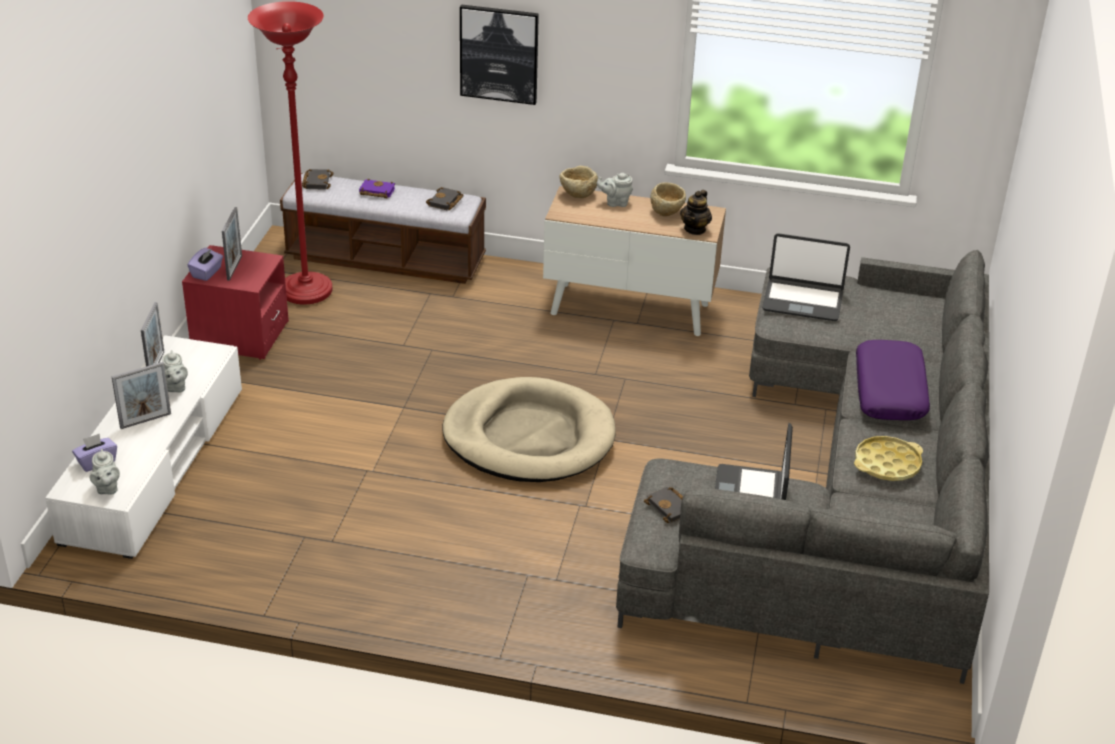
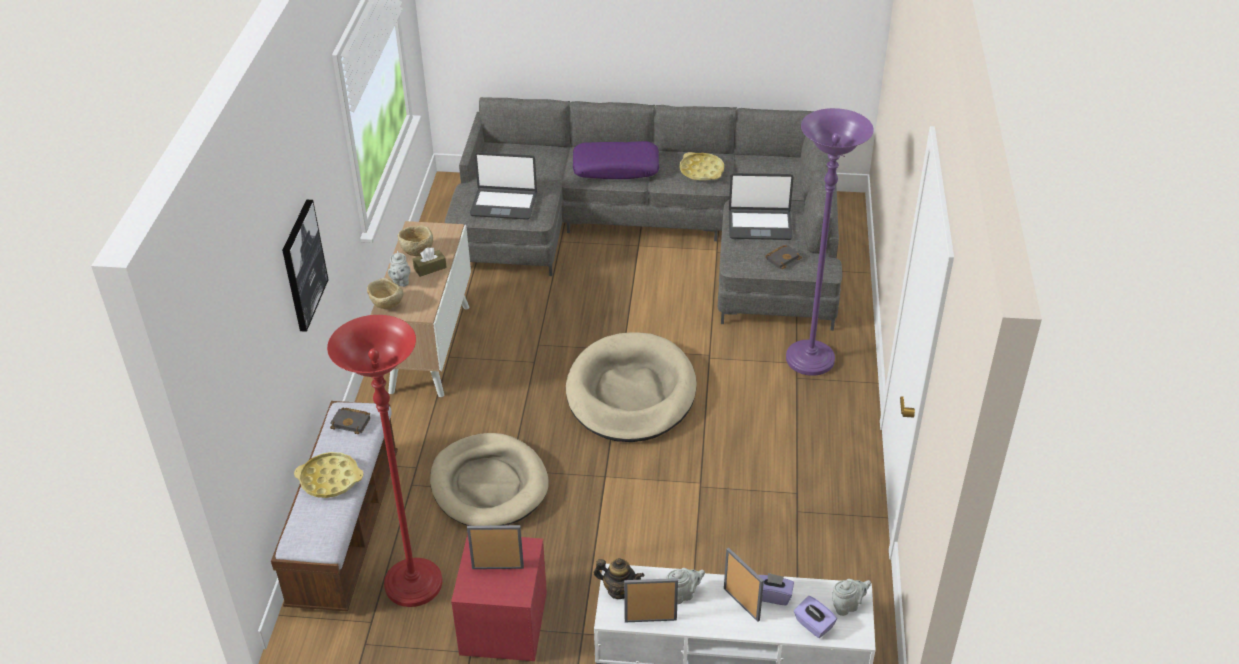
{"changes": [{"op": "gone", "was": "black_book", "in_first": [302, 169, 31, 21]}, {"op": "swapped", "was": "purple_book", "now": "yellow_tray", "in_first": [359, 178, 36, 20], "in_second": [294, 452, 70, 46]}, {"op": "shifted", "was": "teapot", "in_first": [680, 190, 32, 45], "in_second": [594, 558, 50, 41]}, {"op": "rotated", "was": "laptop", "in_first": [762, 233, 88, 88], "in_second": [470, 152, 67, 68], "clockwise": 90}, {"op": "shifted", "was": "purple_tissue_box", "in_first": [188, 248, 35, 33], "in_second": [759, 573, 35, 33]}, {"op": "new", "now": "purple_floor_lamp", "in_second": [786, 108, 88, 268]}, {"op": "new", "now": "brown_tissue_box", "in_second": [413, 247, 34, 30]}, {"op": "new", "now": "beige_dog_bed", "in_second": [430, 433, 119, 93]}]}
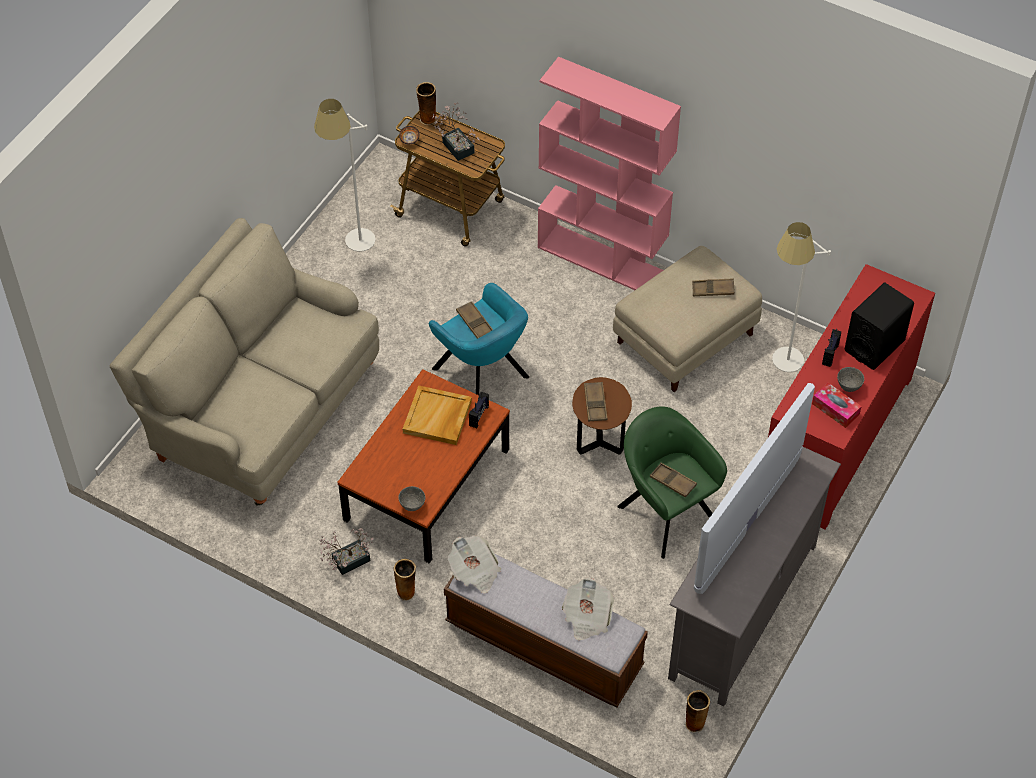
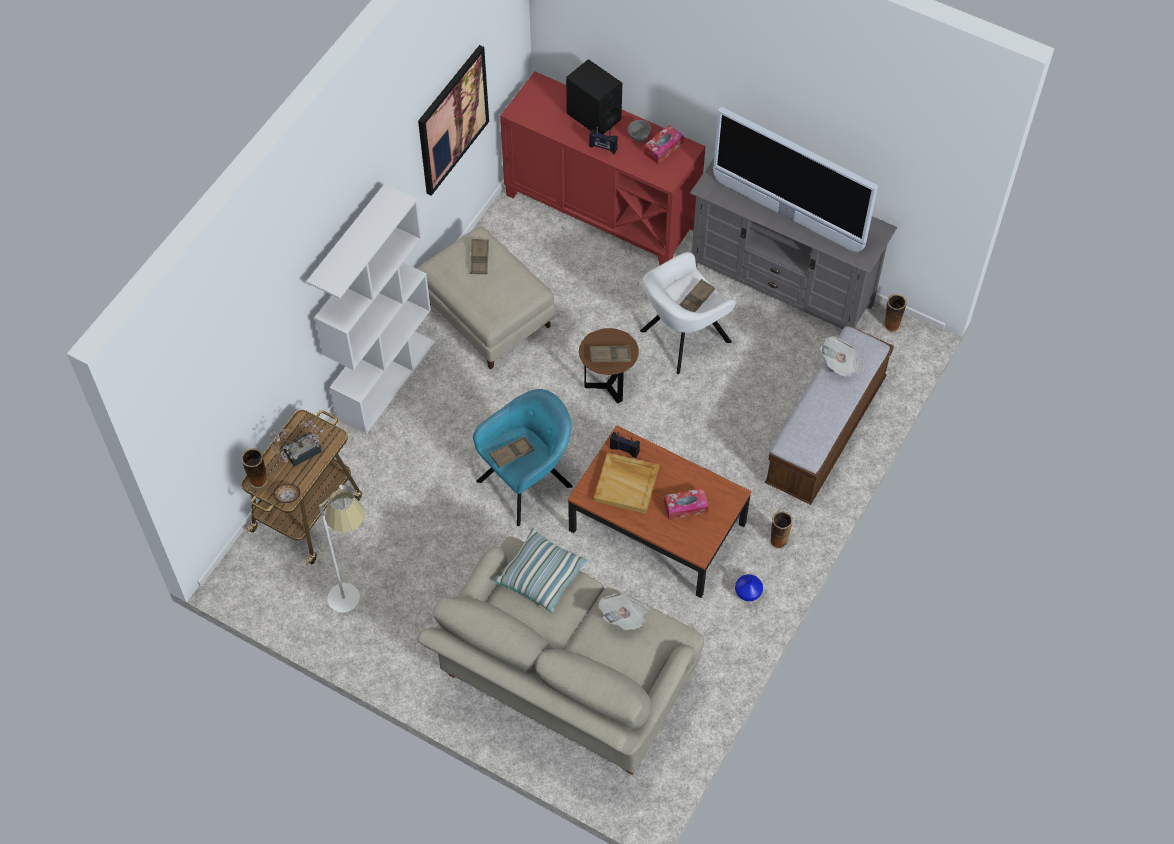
{"changes": [{"op": "repainted", "was": "pink_bookcase", "now": "white_bookcase", "in_first": [538, 57, 143, 233], "in_second": [306, 184, 129, 251]}, {"op": "gone", "was": "white_floor_lamp", "in_first": [772, 222, 59, 150]}, {"op": "repainted", "was": "green_armchair", "now": "white_armchair", "in_first": [617, 406, 110, 153], "in_second": [640, 252, 96, 122]}, {"op": "gone", "was": "grey_bowl", "in_first": [398, 486, 27, 25]}, {"op": "swapped", "was": "potted_plant", "now": "blue_vase", "in_first": [320, 528, 54, 47], "in_second": [735, 574, 28, 27]}, {"op": "shifted", "was": "newspaper", "in_first": [448, 536, 53, 57], "in_second": [598, 593, 51, 37]}, {"op": "new", "now": "picture", "in_second": [418, 45, 71, 151]}, {"op": "new", "now": "tissue_box", "in_second": [664, 488, 44, 32]}, {"op": "new", "now": "pillow", "in_second": [493, 528, 96, 85]}]}
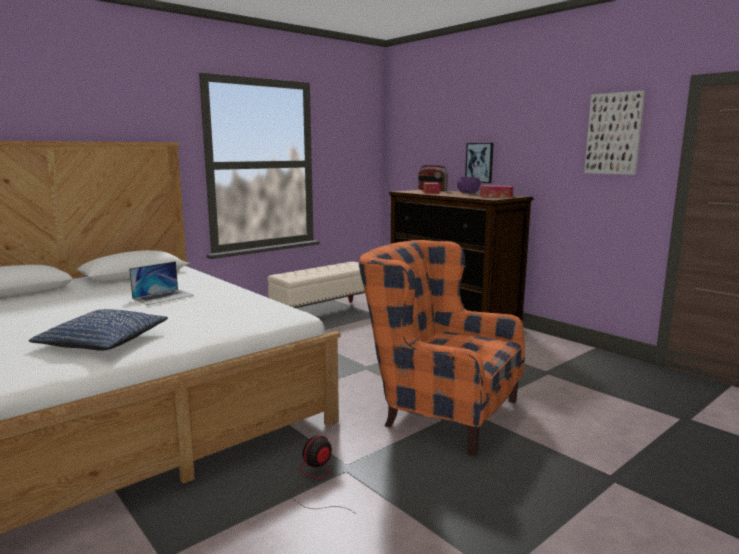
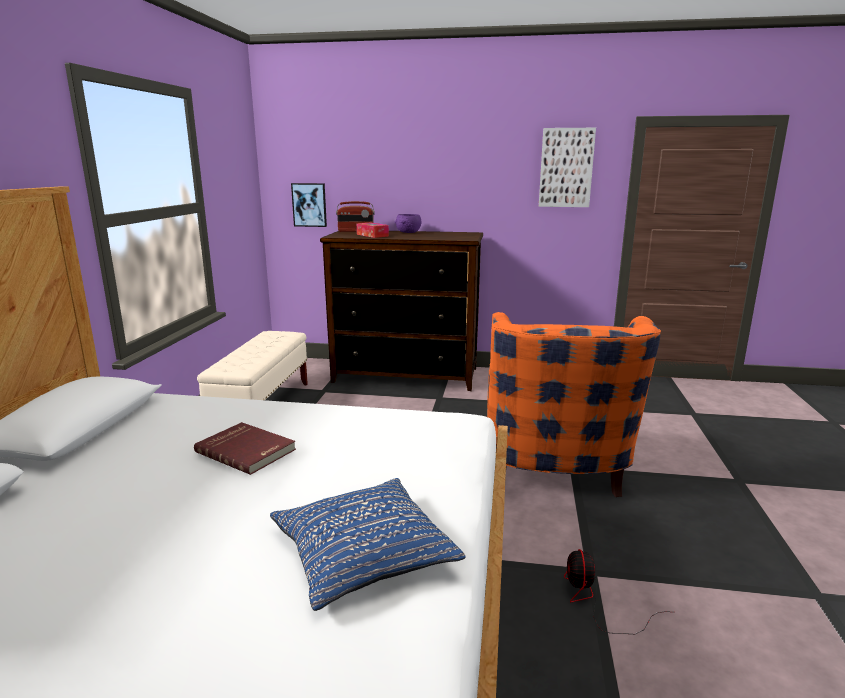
{"changes": [{"op": "shifted", "was": "picture", "in_first": [465, 143, 28, 40], "in_second": [291, 183, 36, 44]}, {"op": "gone", "was": "tissue_box", "in_first": [480, 185, 33, 12]}, {"op": "rotated", "was": "orange_armchair", "in_first": [359, 240, 166, 216], "in_second": [487, 312, 174, 185], "clockwise": -75}, {"op": "swapped", "was": "laptop", "now": "red_book", "in_first": [129, 261, 65, 44], "in_second": [194, 422, 102, 53]}]}
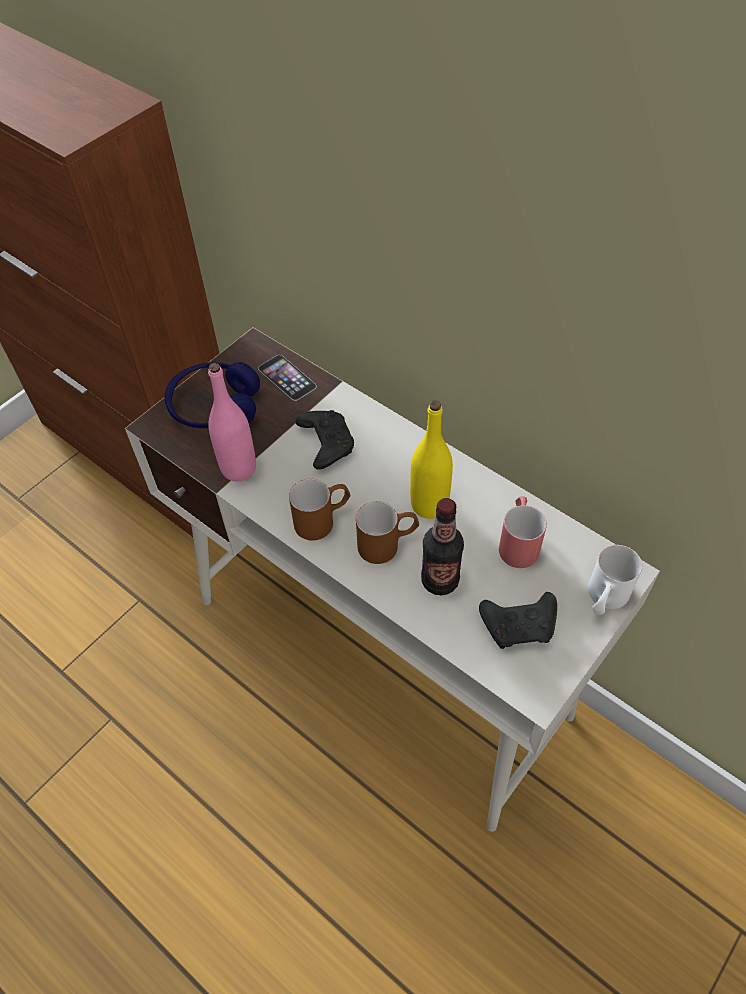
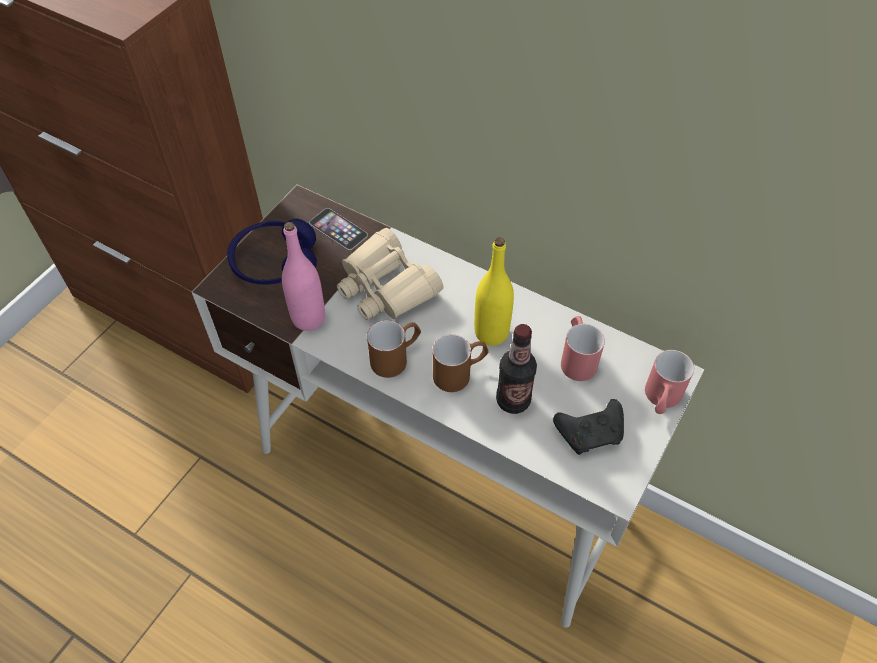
{"changes": [{"op": "swapped", "was": "black_game_controller", "now": "beige_binoculars", "in_first": [295, 410, 59, 60], "in_second": [337, 228, 106, 92]}, {"op": "repainted", "was": "white_mug", "now": "red_mug", "in_first": [588, 545, 55, 70], "in_second": [645, 350, 49, 64]}]}
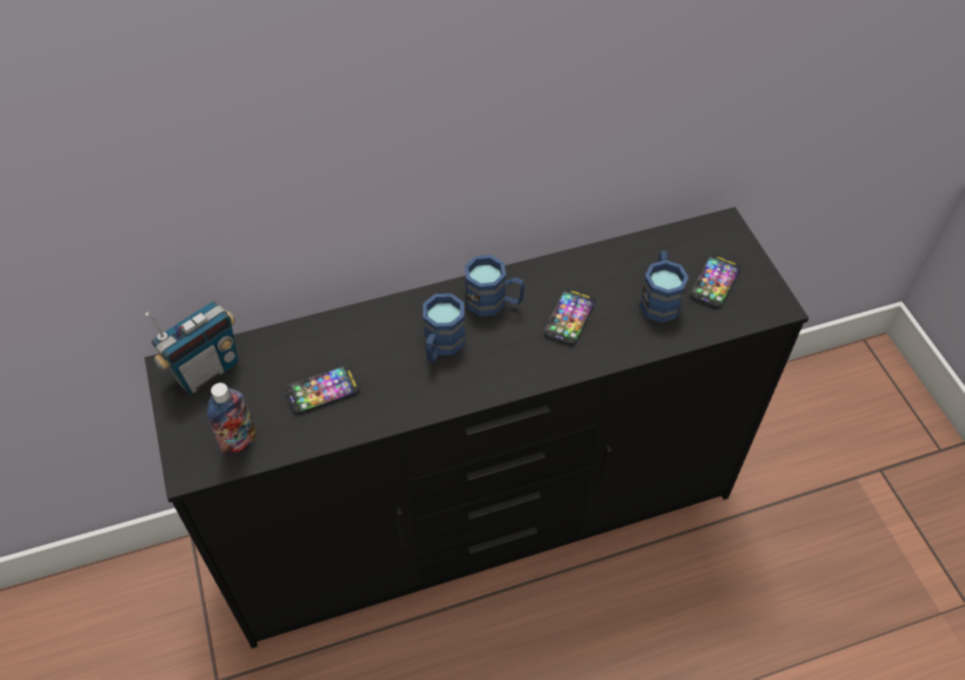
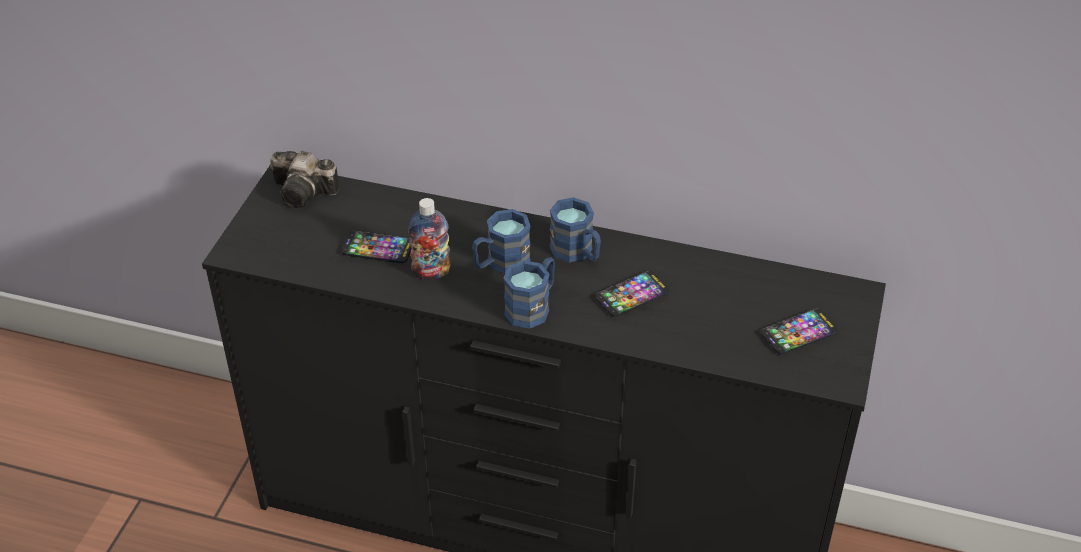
{"changes": [{"op": "shifted", "was": "blue_mug", "in_first": [639, 251, 50, 72], "in_second": [503, 257, 52, 72]}, {"op": "swapped", "was": "radio", "now": "photo_camera", "in_first": [145, 301, 93, 93], "in_second": [270, 151, 70, 57]}, {"op": "shifted", "was": "bottle", "in_first": [207, 383, 49, 73], "in_second": [408, 198, 43, 82]}]}
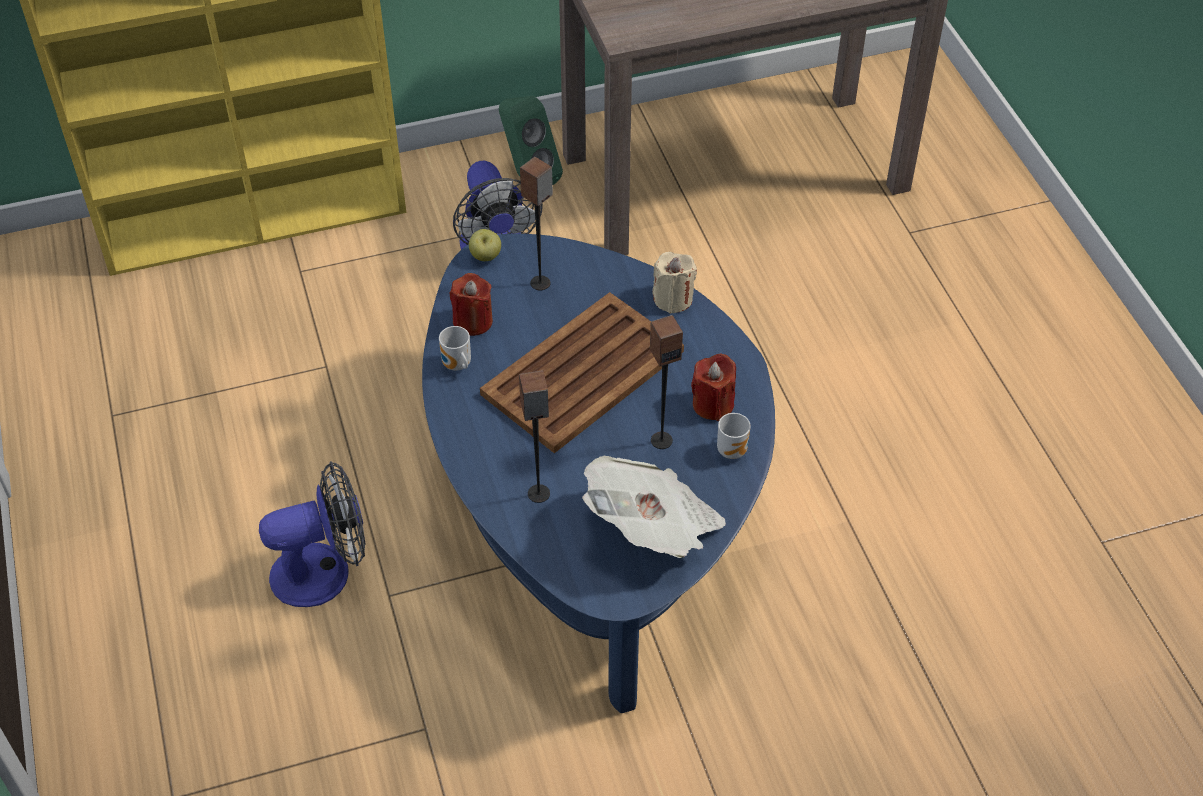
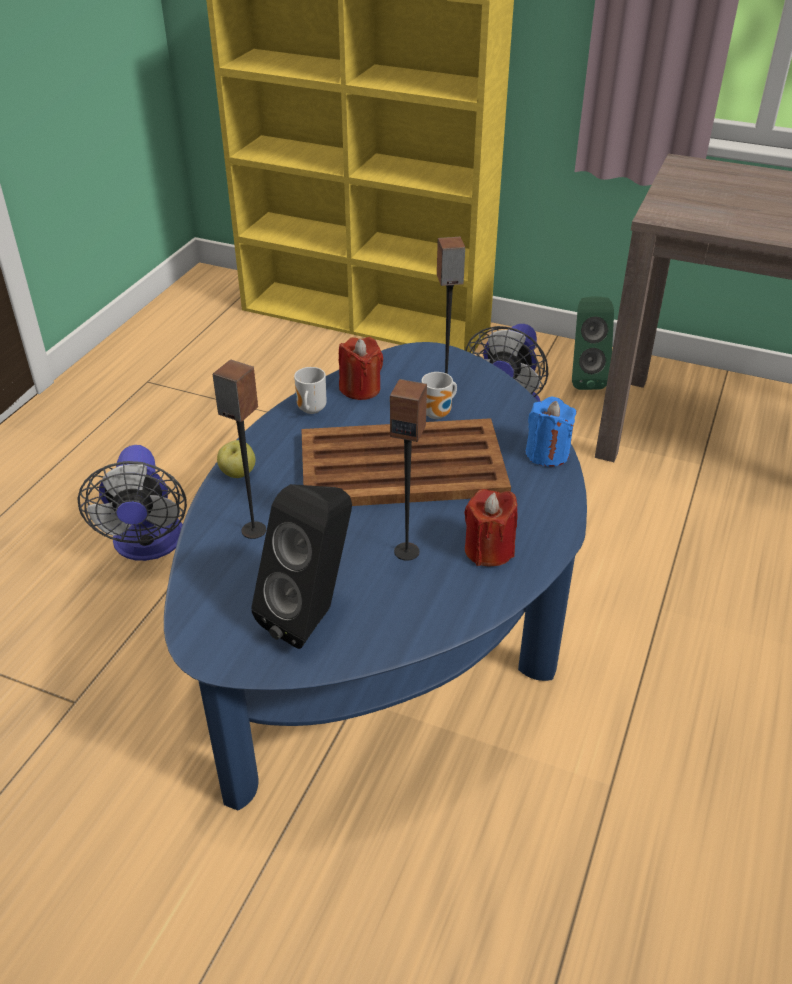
{"changes": [{"op": "shifted", "was": "apple", "in_first": [469, 229, 32, 32], "in_second": [217, 440, 38, 38]}, {"op": "repainted", "was": "beige_candle", "now": "blue_candle", "in_first": [652, 252, 45, 62], "in_second": [525, 397, 52, 70]}, {"op": "shifted", "was": "mug", "in_first": [717, 413, 34, 46], "in_second": [422, 372, 35, 47]}, {"op": "swapped", "was": "newspaper", "now": "black_speaker", "in_first": [582, 456, 144, 102], "in_second": [251, 484, 101, 165]}, {"op": "rotated", "was": "fan", "in_first": [259, 461, 107, 146], "in_second": [77, 445, 110, 116], "clockwise": 60}]}
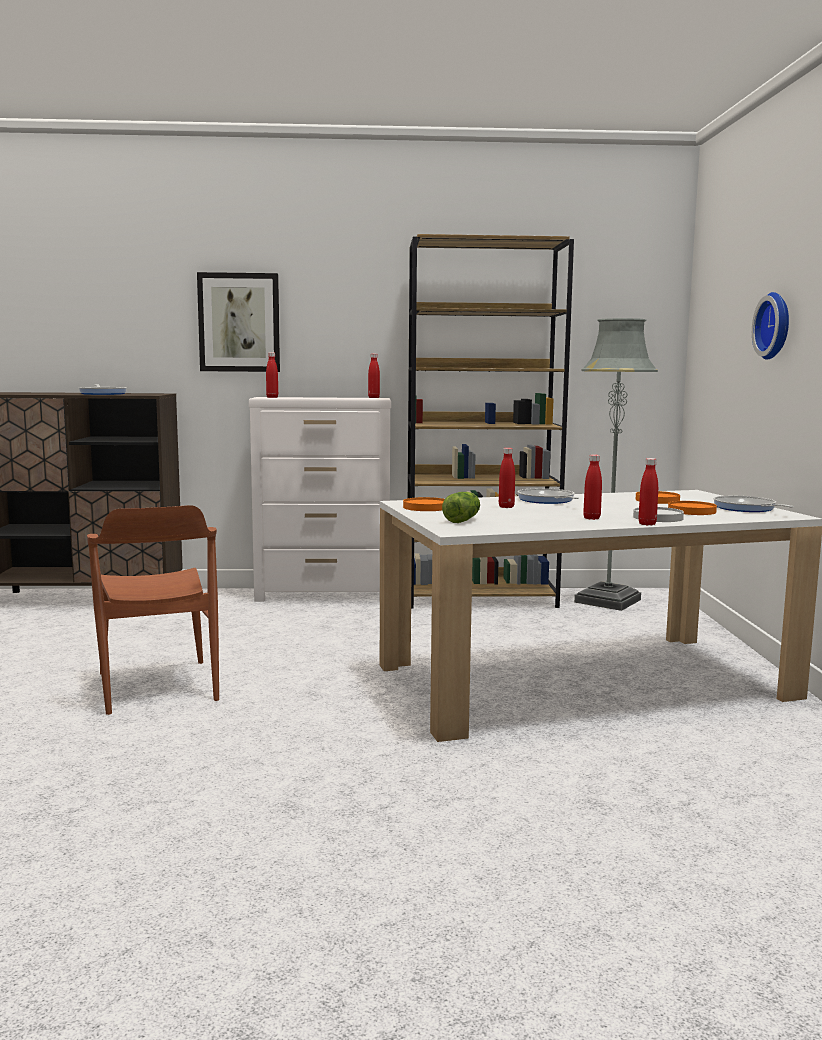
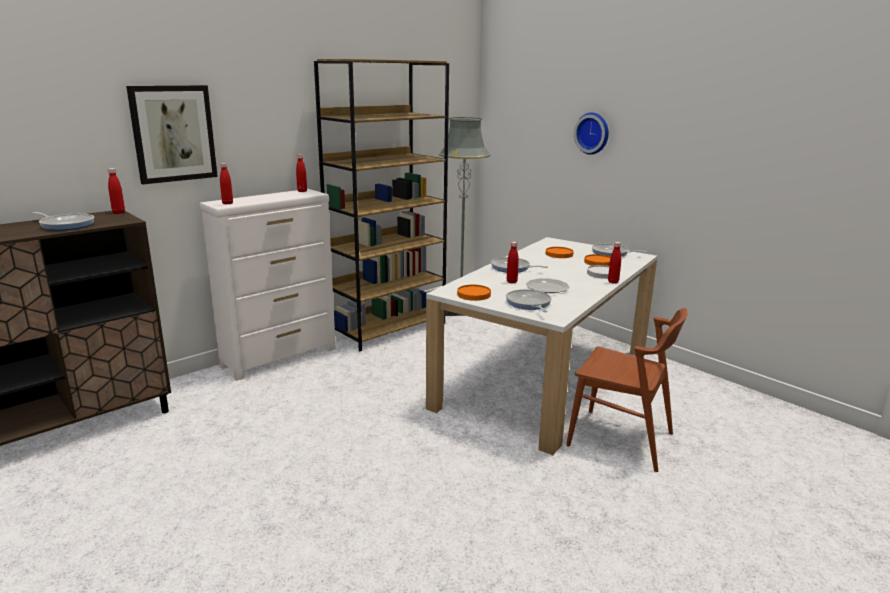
{"changes": [{"op": "shifted", "was": "red_bottle", "in_first": [583, 455, 19, 65], "in_second": [108, 168, 17, 46]}, {"op": "swapped", "was": "lettuce", "now": "frying_pan", "in_first": [442, 492, 38, 31], "in_second": [506, 289, 46, 23]}, {"op": "shifted", "was": "brown_chair", "in_first": [87, 505, 132, 210], "in_second": [566, 308, 122, 164]}, {"op": "new", "now": "plate", "in_second": [526, 278, 44, 15]}]}
